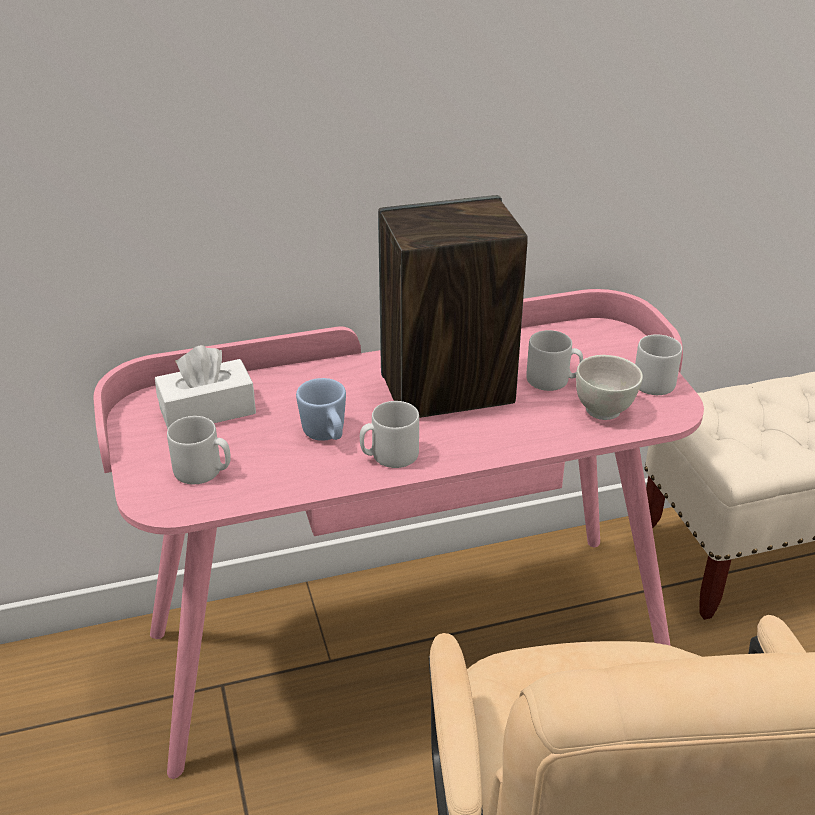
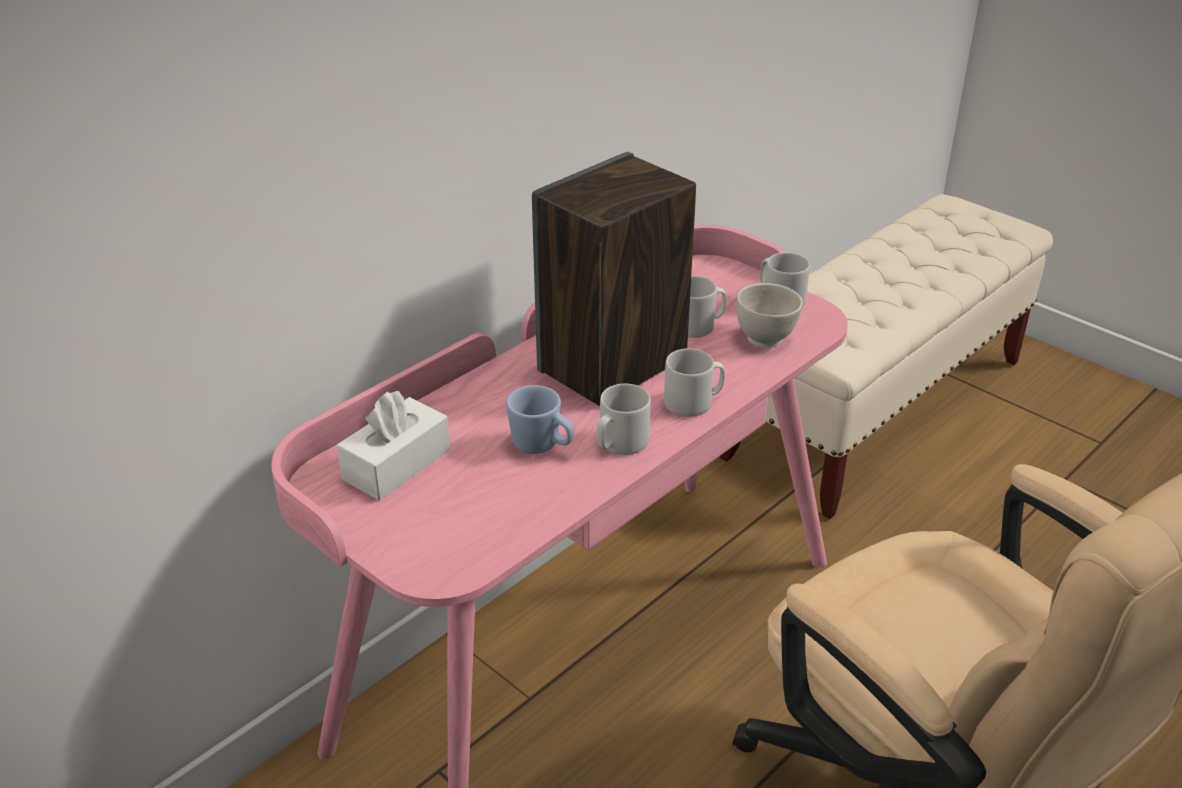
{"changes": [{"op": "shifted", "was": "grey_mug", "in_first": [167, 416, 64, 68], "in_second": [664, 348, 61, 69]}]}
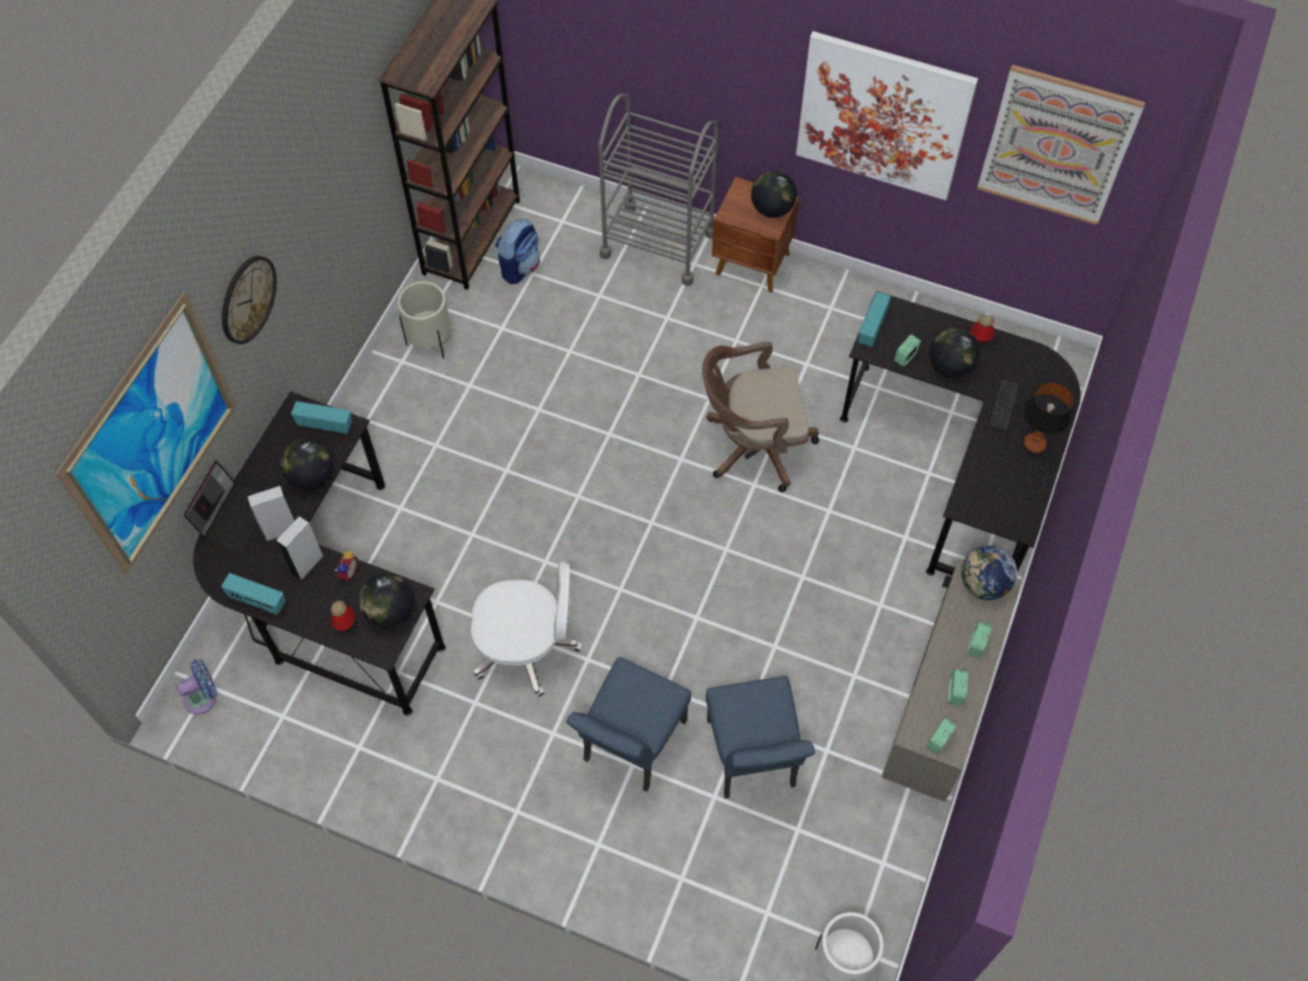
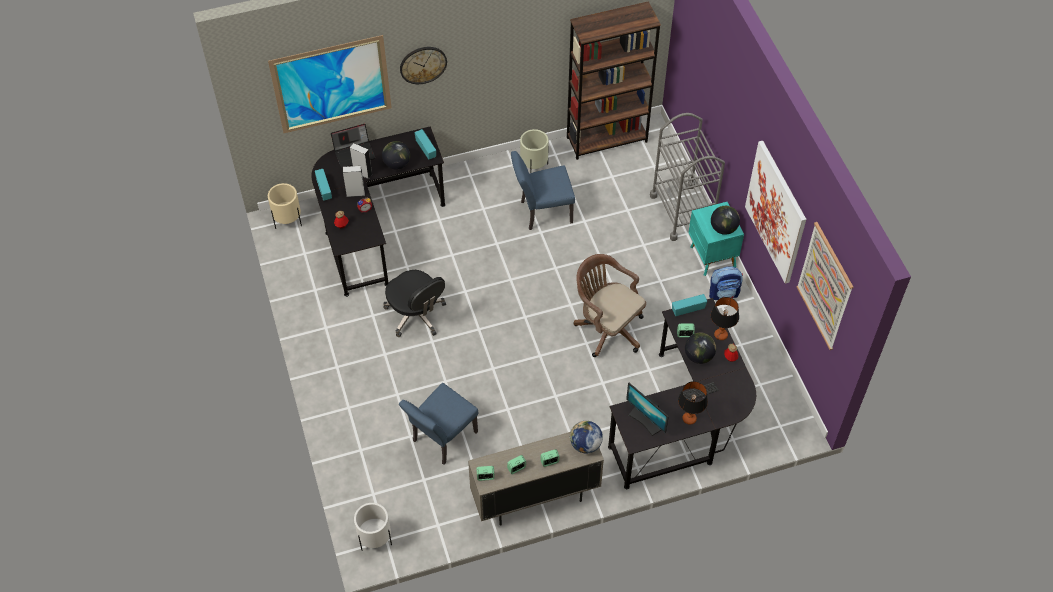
{"changes": [{"op": "repainted", "was": "brown_nightstand", "now": "turquoise_nightstand", "in_first": [712, 177, 88, 116], "in_second": [688, 202, 56, 74]}, {"op": "shifted", "was": "backpack", "in_first": [495, 219, 45, 65], "in_second": [709, 266, 34, 34]}, {"op": "repainted", "was": "white_office_chair", "now": "black_office_chair", "in_first": [471, 562, 111, 135], "in_second": [383, 270, 63, 67]}, {"op": "gone", "was": "globe", "in_first": [359, 573, 55, 55]}, {"op": "shifted", "was": "blue_chair", "in_first": [566, 657, 125, 134], "in_second": [511, 151, 64, 79]}, {"op": "swapped", "was": "blue_fan", "now": "beige_planter", "in_first": [176, 659, 41, 56], "in_second": [268, 183, 34, 46]}, {"op": "new", "now": "table_lamp", "in_second": [711, 297, 28, 43]}, {"op": "new", "now": "monitor", "in_second": [626, 383, 43, 53]}]}
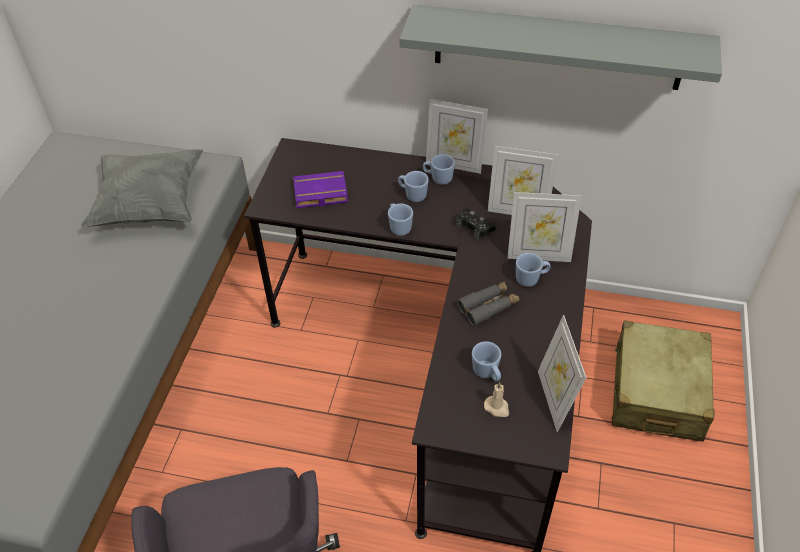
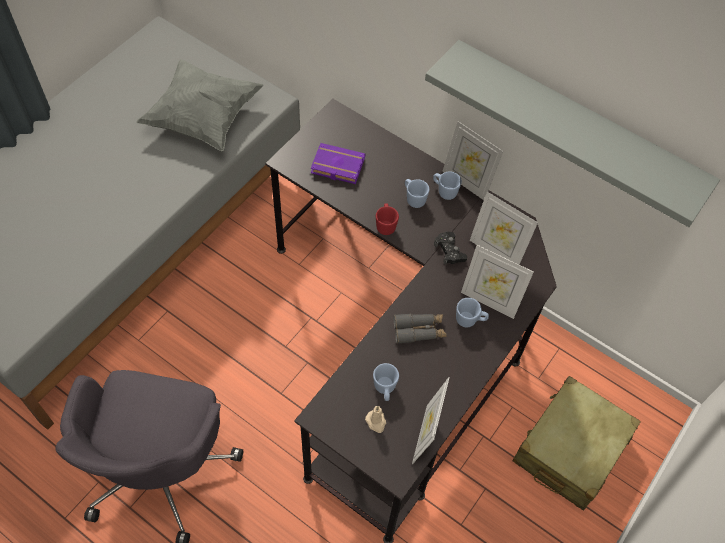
{"changes": [{"op": "repainted", "was": "blue_mug", "now": "red_mug", "in_first": [388, 203, 25, 33], "in_second": [376, 204, 23, 31]}]}
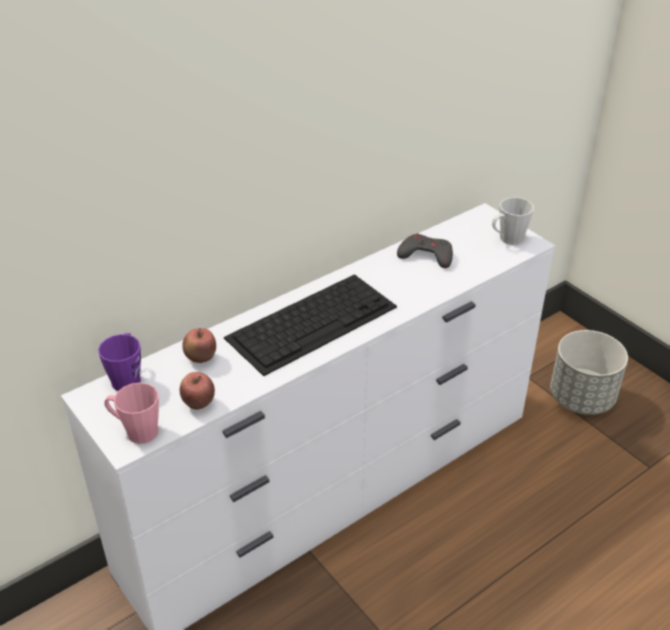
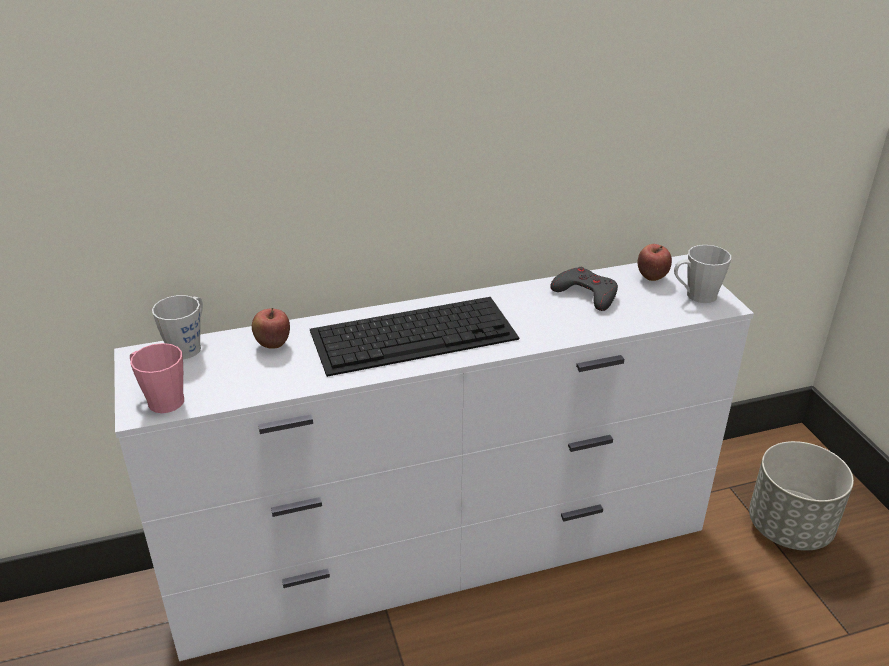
{"changes": [{"op": "repainted", "was": "purple_mug", "now": "grey_mug", "in_first": [98, 333, 43, 58], "in_second": [152, 295, 51, 64]}, {"op": "shifted", "was": "apple", "in_first": [180, 372, 35, 38], "in_second": [637, 244, 35, 37]}]}
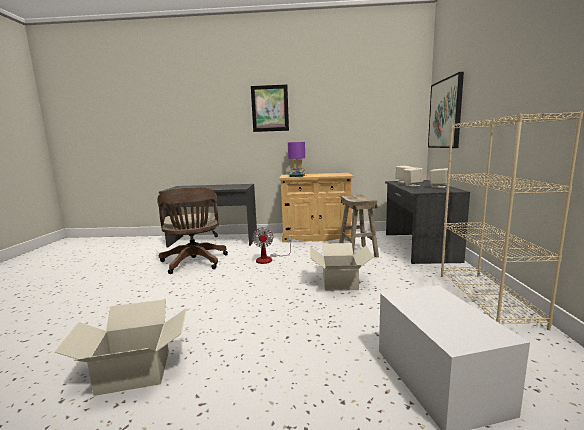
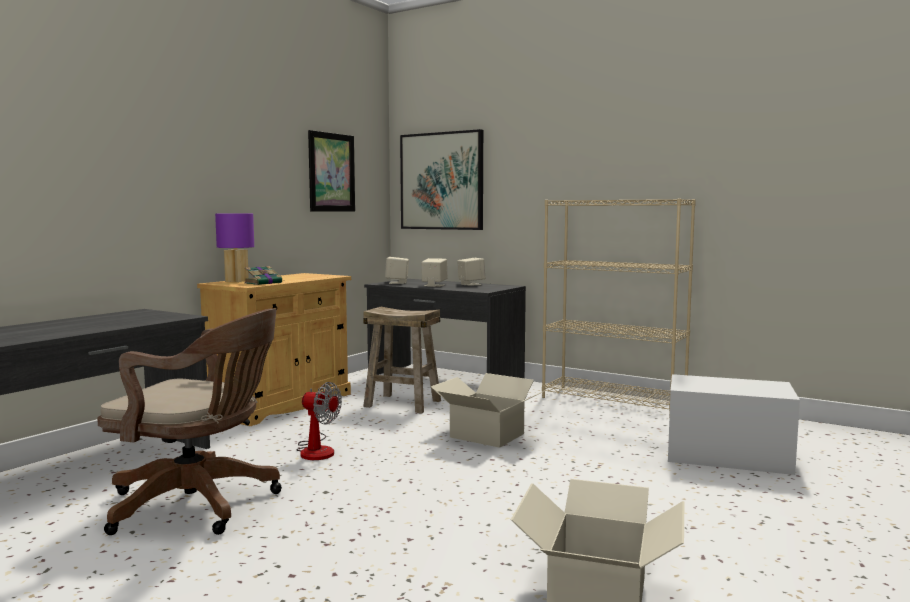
{"changes": [{"op": "shifted", "was": "picture", "in_first": [251, 84, 38, 48], "in_second": [308, 130, 47, 82]}]}
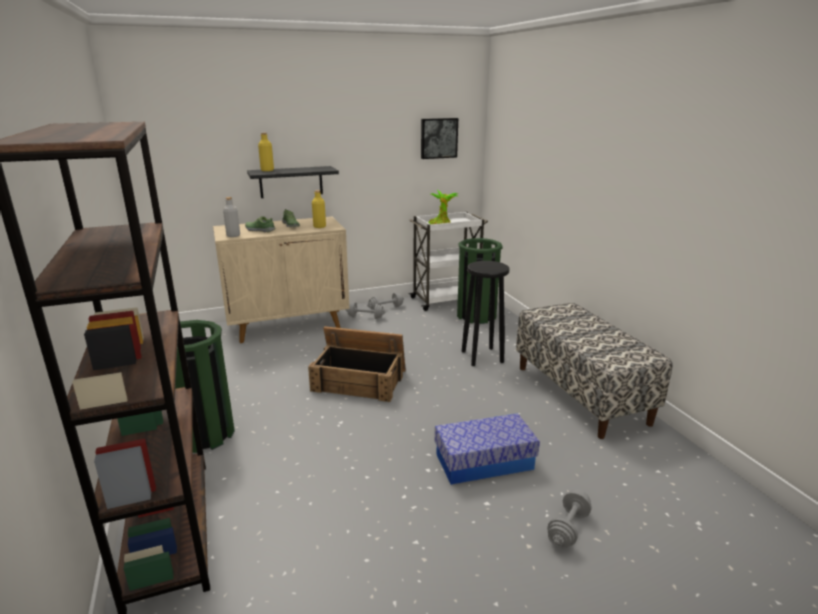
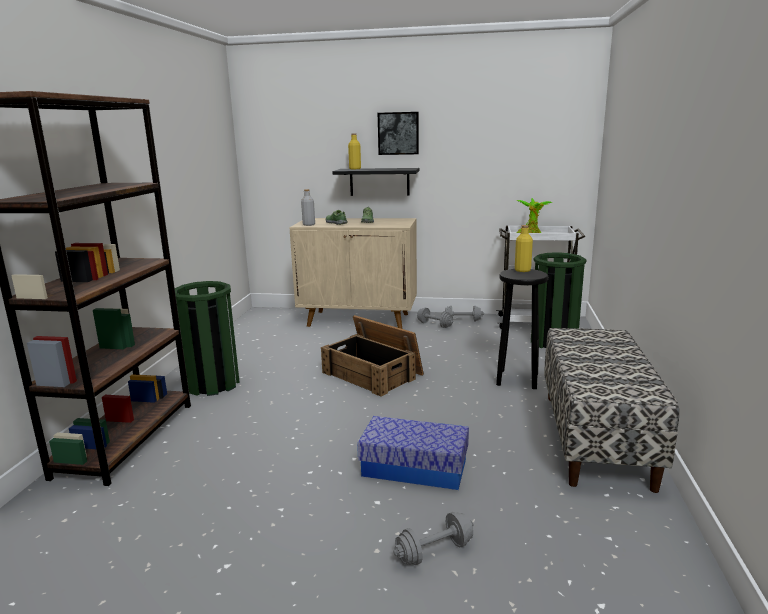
{"changes": [{"op": "shifted", "was": "picture", "in_first": [421, 118, 37, 41], "in_second": [378, 112, 41, 43]}, {"op": "shifted", "was": "yellow_bottle", "in_first": [312, 190, 14, 38], "in_second": [515, 225, 18, 47]}]}
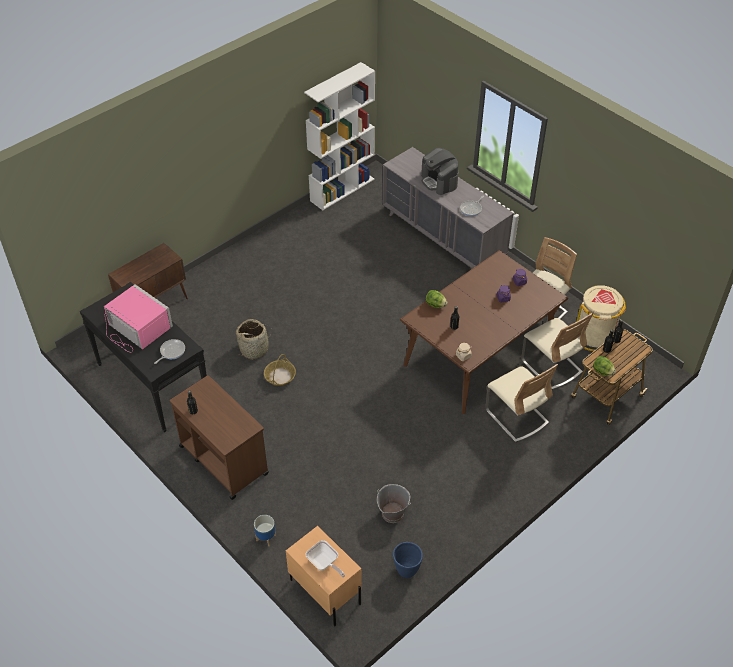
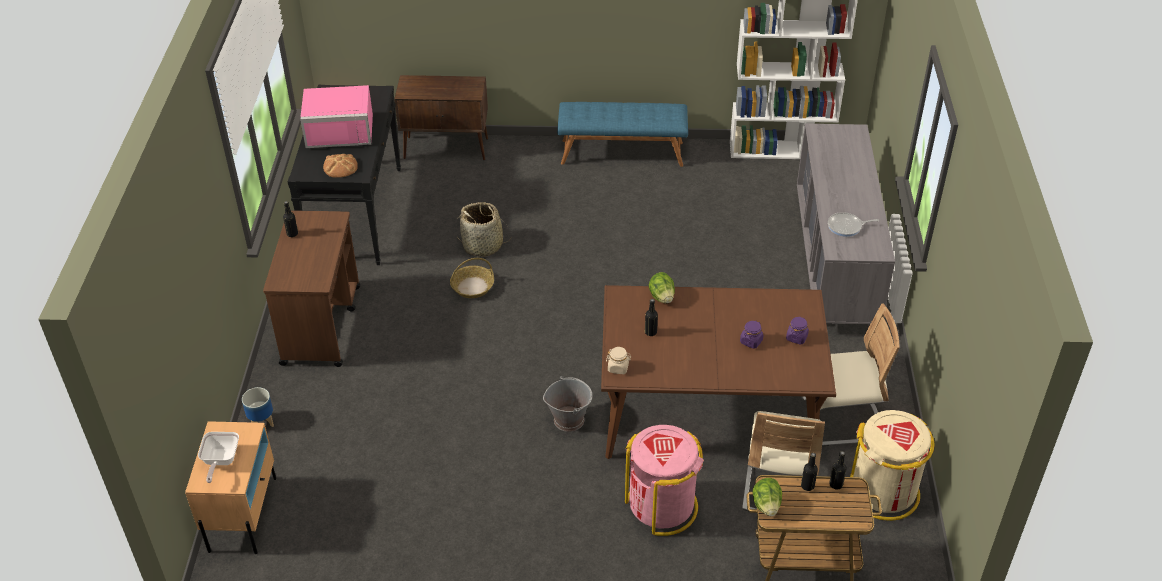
{"changes": [{"op": "gone", "was": "coffee_machine", "in_first": [421, 148, 37, 47]}, {"op": "rotated", "was": "pink_microwave", "in_first": [104, 284, 69, 68], "in_second": [300, 85, 73, 63], "clockwise": 90}, {"op": "swapped", "was": "frying_pan", "now": "bread", "in_first": [154, 339, 31, 25], "in_second": [323, 154, 35, 24]}, {"op": "swapped", "was": "beige_chair", "now": "pink_trash_can", "in_first": [485, 364, 73, 78], "in_second": [625, 425, 79, 111]}, {"op": "shifted", "was": "grey_bucket", "in_first": [377, 484, 34, 39], "in_second": [543, 376, 50, 56]}, {"op": "gone", "was": "blue_planter", "in_first": [393, 542, 30, 36]}, {"op": "new", "now": "blue_bench", "in_second": [557, 102, 131, 65]}]}
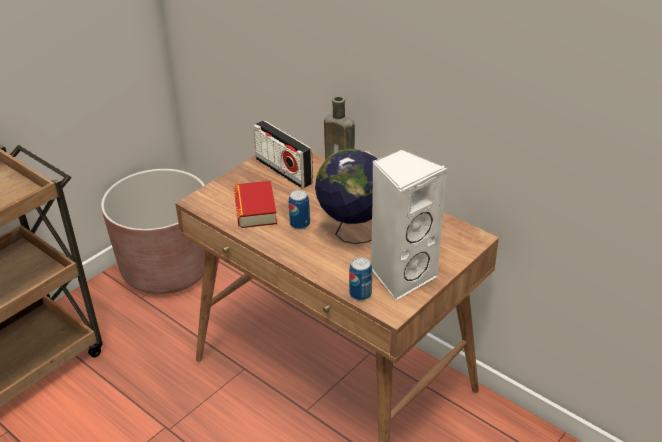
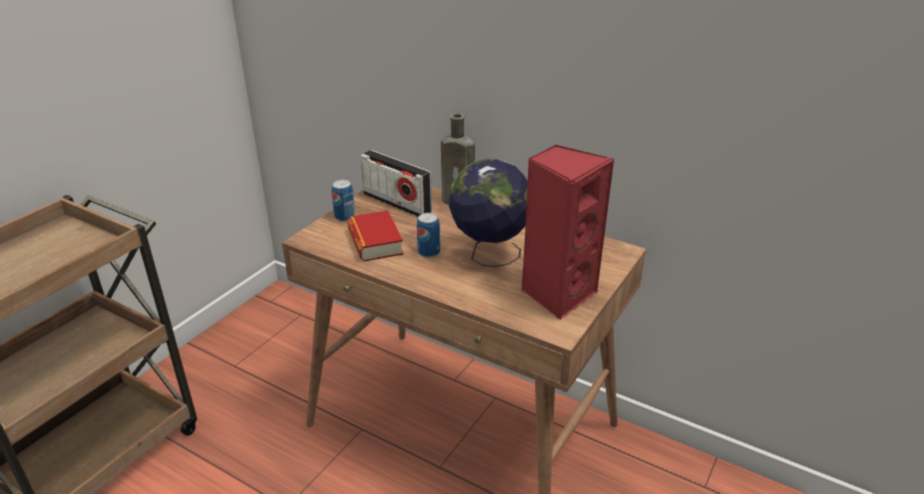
{"changes": [{"op": "repainted", "was": "white_speaker", "now": "red_speaker", "in_first": [371, 148, 76, 152], "in_second": [521, 144, 93, 176]}, {"op": "gone", "was": "brown_planter", "in_first": [101, 169, 104, 125]}, {"op": "shifted", "was": "can", "in_first": [349, 257, 23, 44], "in_second": [332, 180, 23, 42]}]}
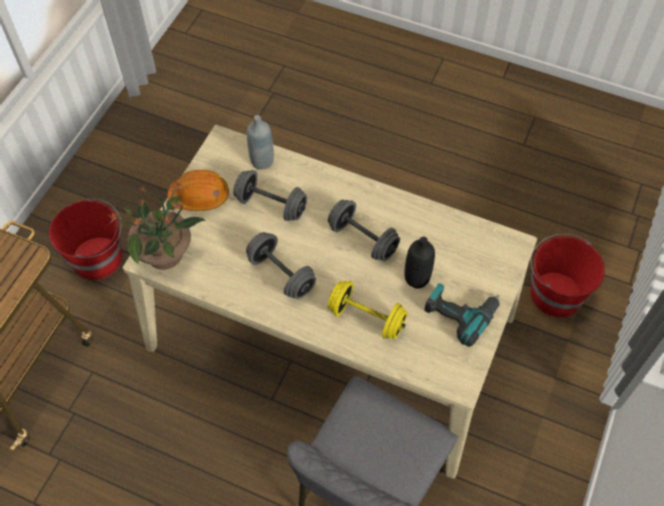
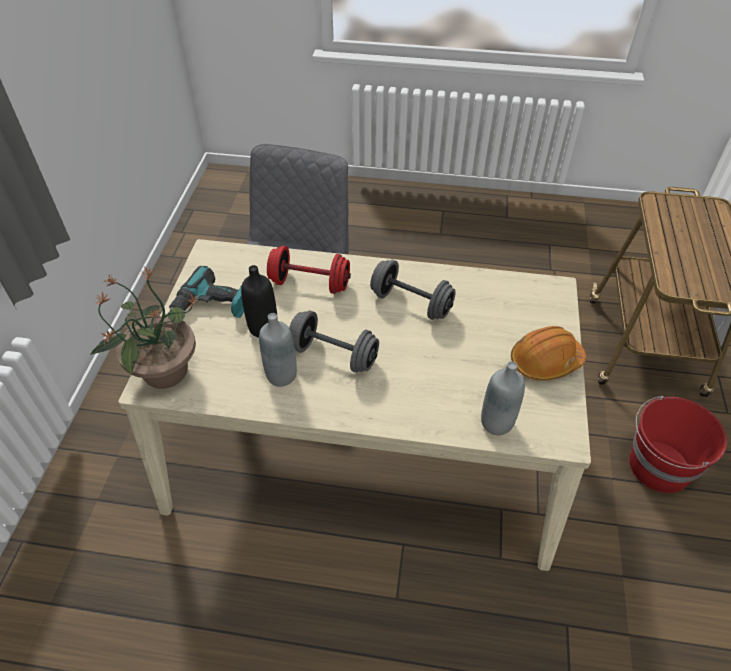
{"changes": [{"op": "gone", "was": "grey_dumbbell", "in_first": [233, 170, 74, 51]}, {"op": "shifted", "was": "potted_plant", "in_first": [108, 180, 98, 90], "in_second": [90, 267, 109, 122]}, {"op": "gone", "was": "red_bucket", "in_first": [530, 234, 75, 83]}, {"op": "repainted", "was": "yellow_dumbbell", "now": "red_dumbbell", "in_first": [328, 281, 80, 58], "in_second": [267, 246, 84, 48]}, {"op": "new", "now": "grey_bottle", "in_second": [259, 313, 38, 74]}]}
